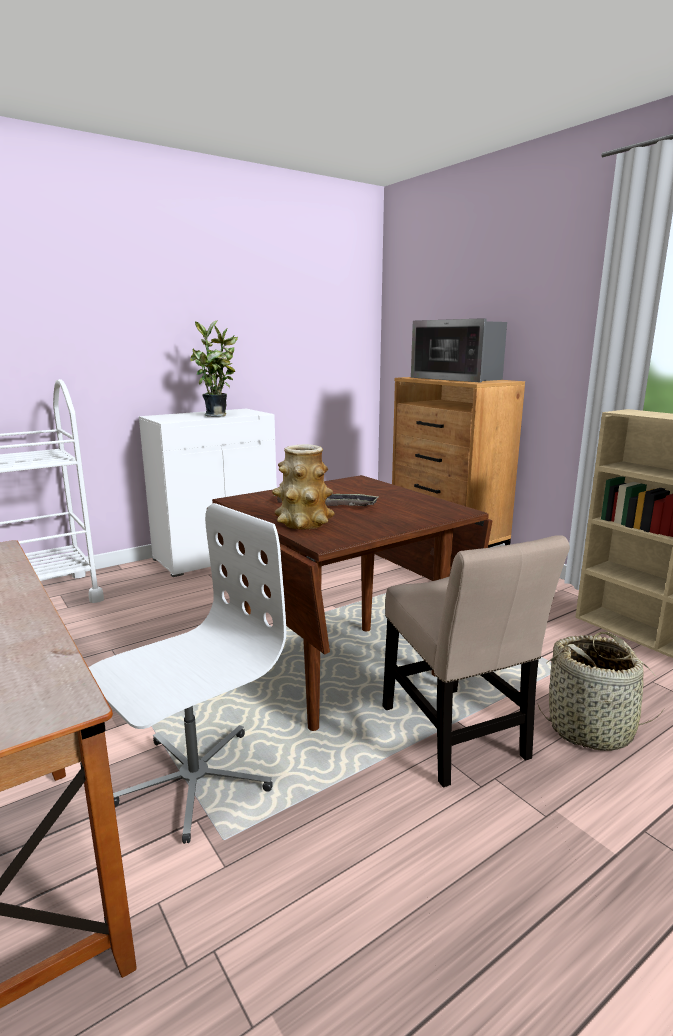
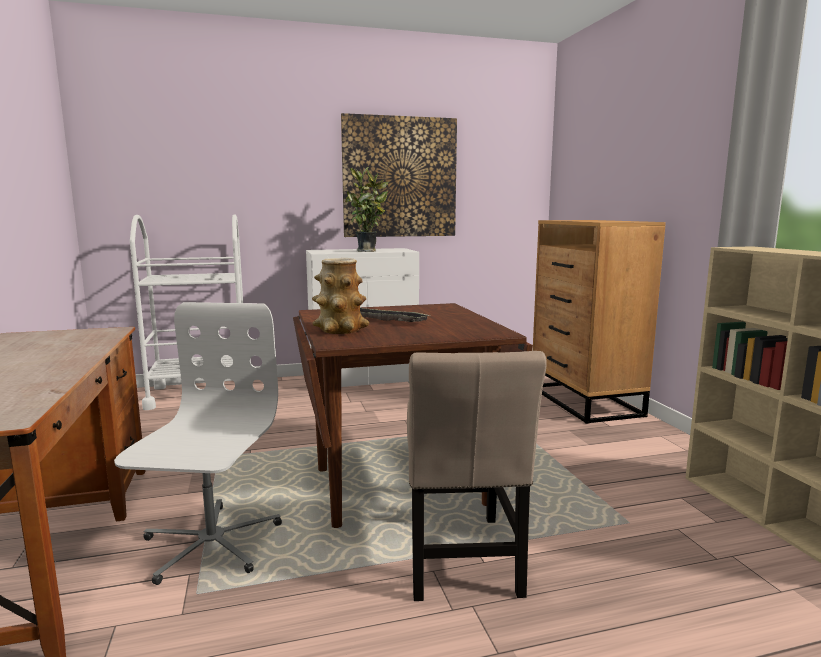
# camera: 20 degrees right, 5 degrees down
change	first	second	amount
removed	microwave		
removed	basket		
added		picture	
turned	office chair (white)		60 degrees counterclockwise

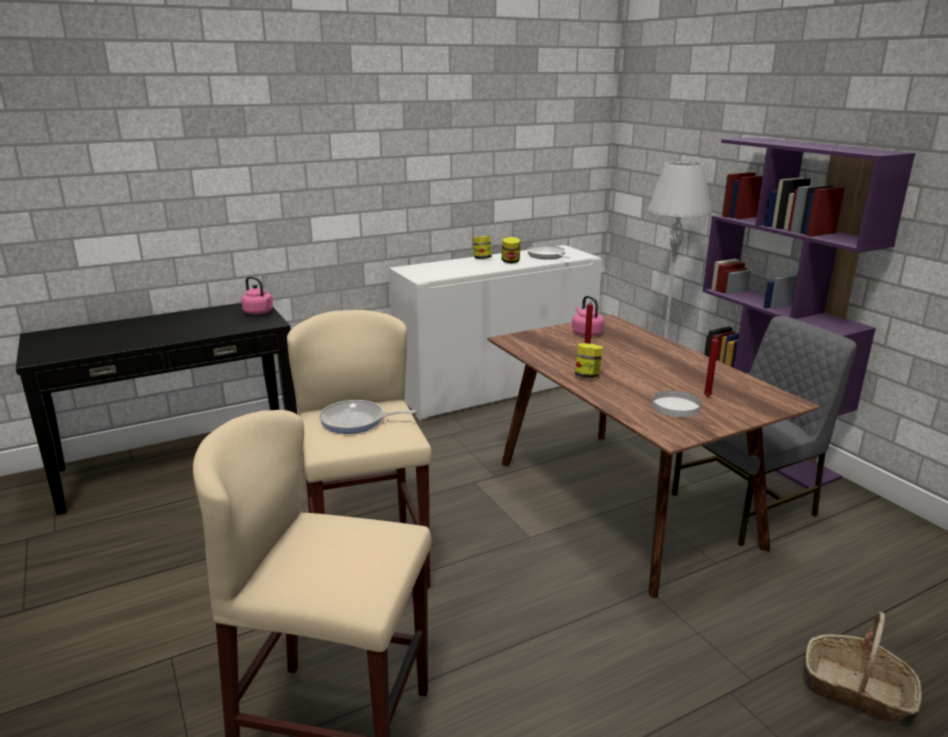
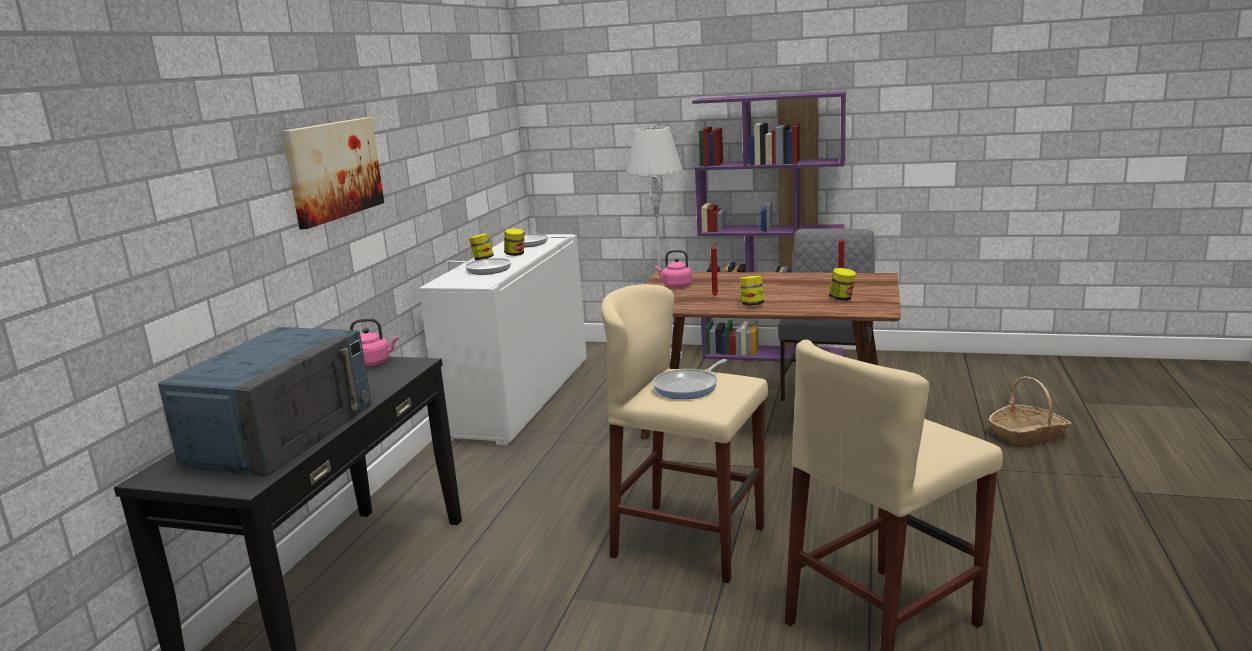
# camera: 45 degrees left, 5 degrees down
change	first	second	amount
added		microwave (blue)	
added		picture	
added		frying pan (1st from left)	
replaced	plate (white)	jar (4th from left)	

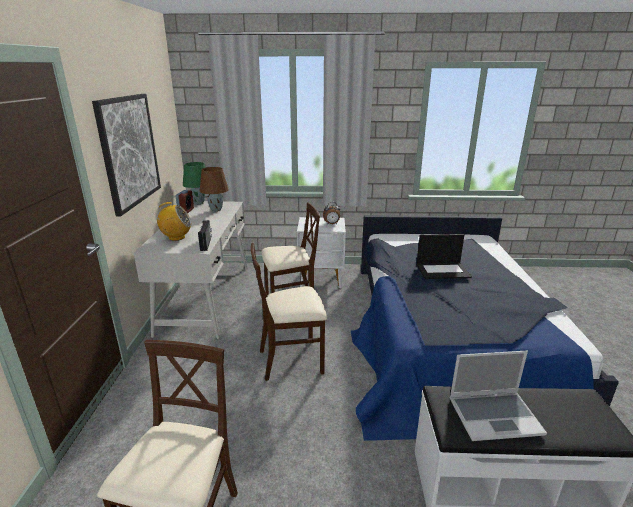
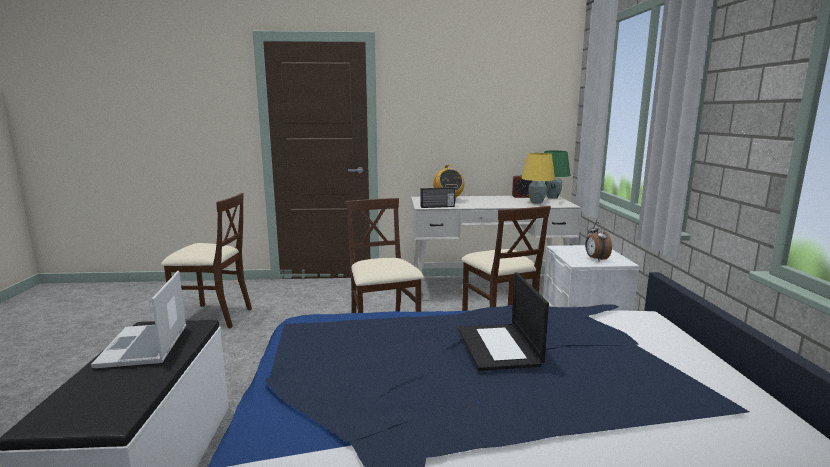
# camera: 85 degrees right, 10 degrees down
change	first	second	amount
removed	picture		
recoloured	table lamp (brown)	table lamp (yellow)	

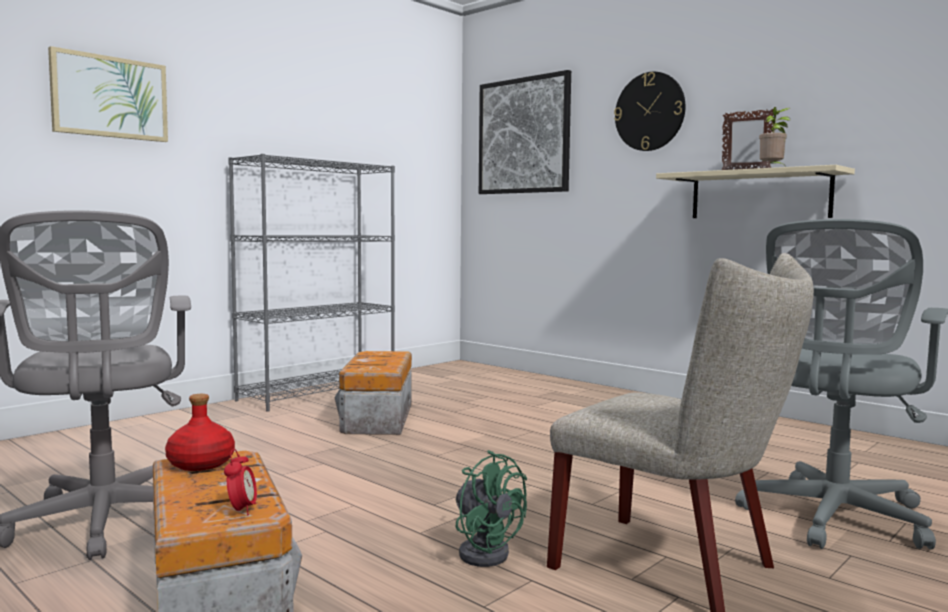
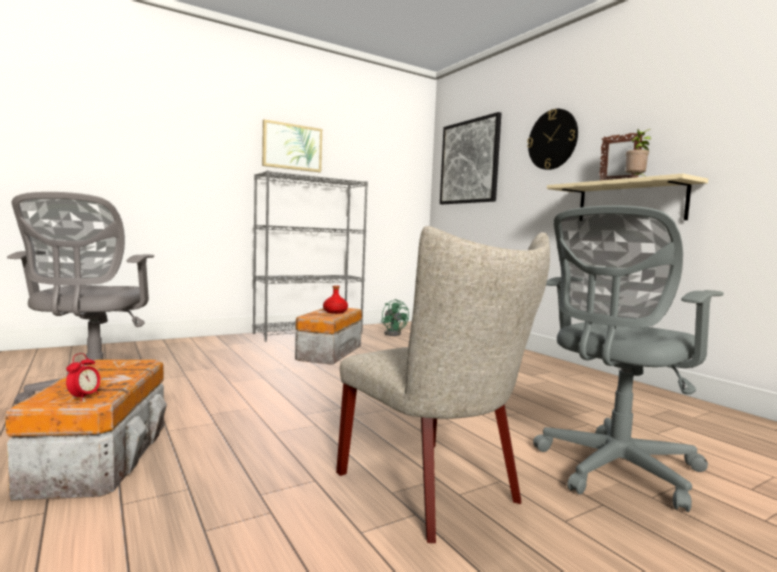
# camera: 15 degrees right, 0 degrees up
change	first	second	amount
moved	picture (1st from left)		
moved	bottle (red)		
moved	fan (green)		

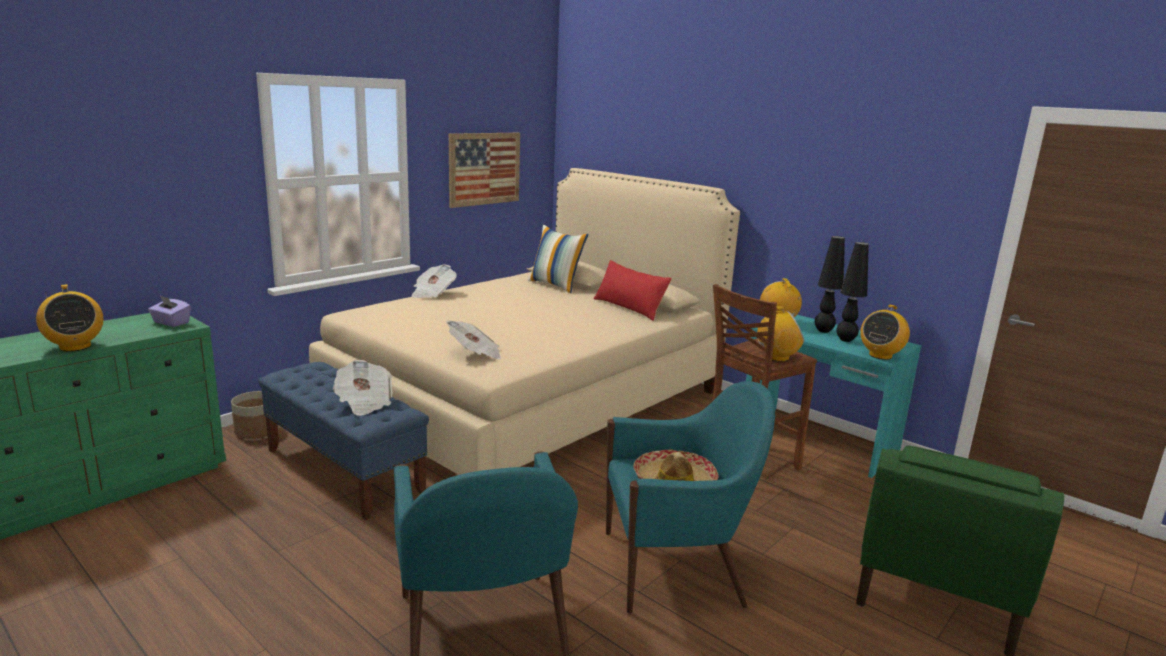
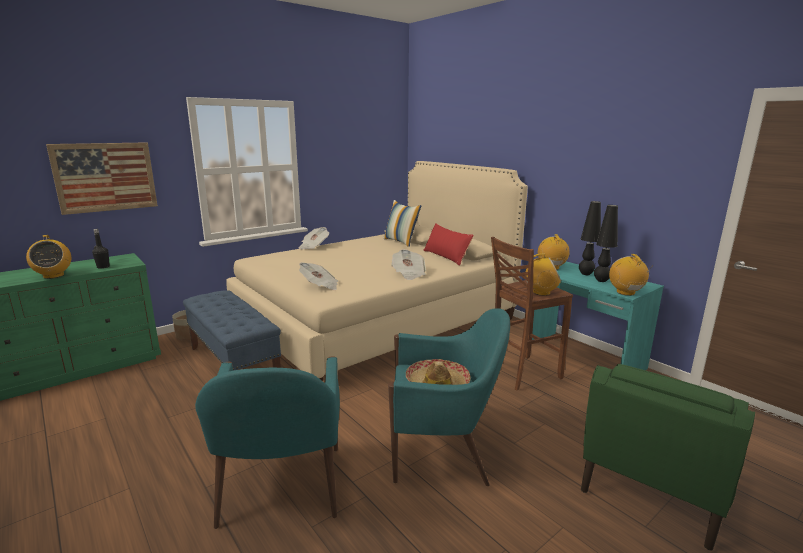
# camera: 10 degrees right, 0 degrees up
change	first	second	amount
removed	tissue box (purple)		
added		bottle (black)	
moved	newspaper (1st from left in the first image)	newspaper (3rd from left)	
moved	picture		
turned	radio (4th from left)		120 degrees clockwise

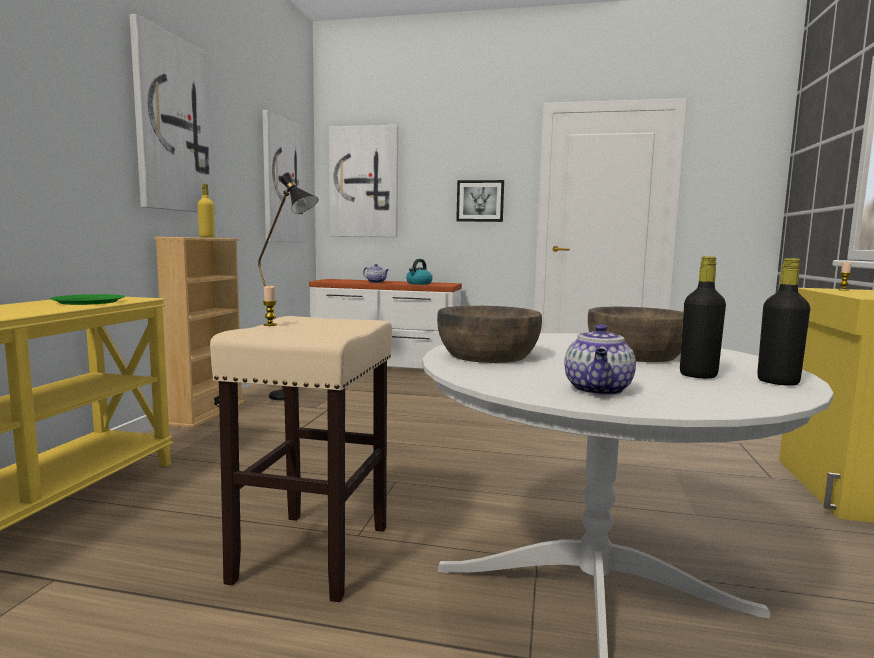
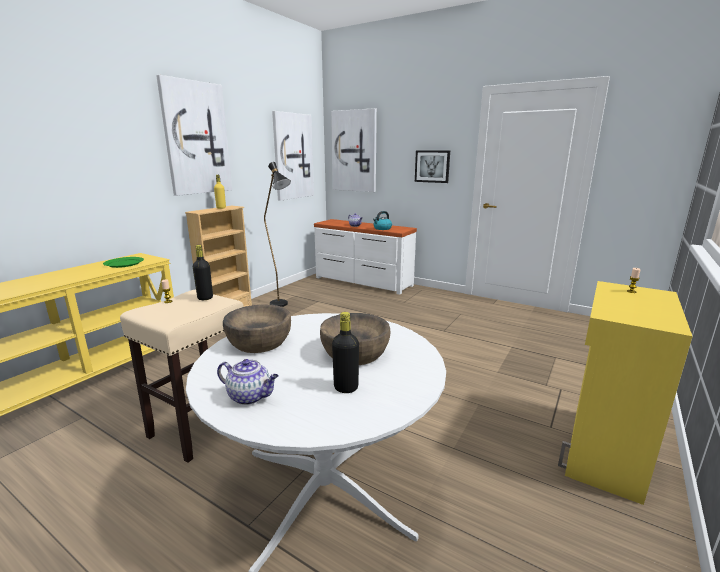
# camera: 20 degrees right, 10 degrees up
change	first	second	amount
moved	bottle (black) (2nd from left in the first image)	bottle (black) (1st from left)	
turned	teapot (2nd from left in the first image)	teapot (1st from left)	105 degrees counterclockwise

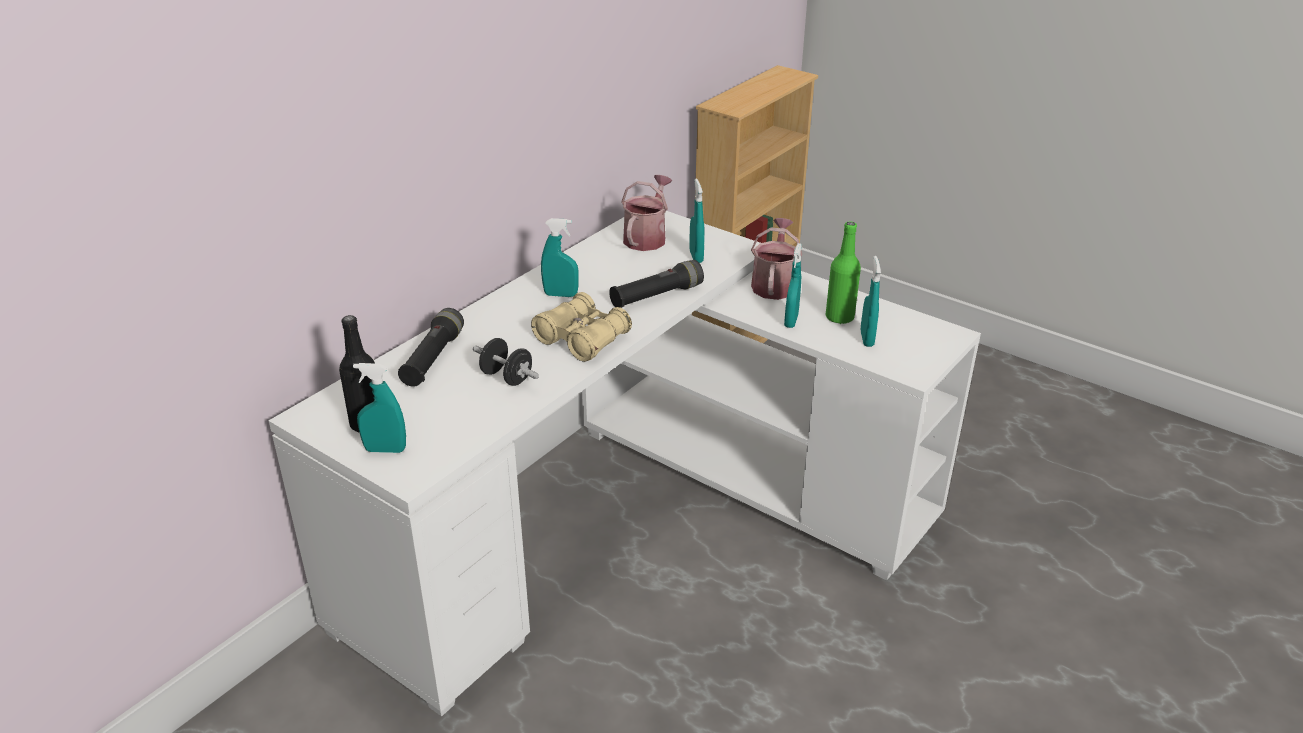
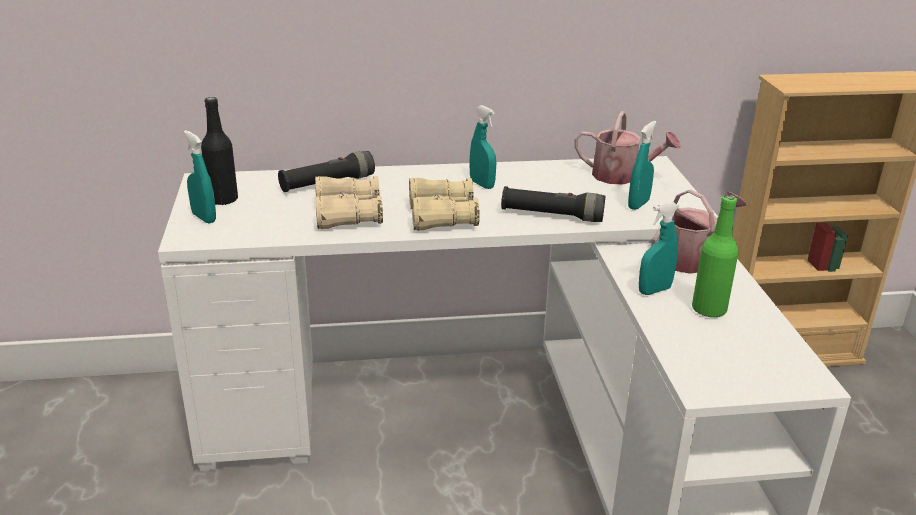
# camera: 45 degrees right, 5 degrees down
change	first	second	amount
removed	spray bottle (turquoise) (5th from left)		
replaced	dumbbell (black)	binoculars (beige) (1st from left)	
turned	watering can (1st from left)		45 degrees clockwise

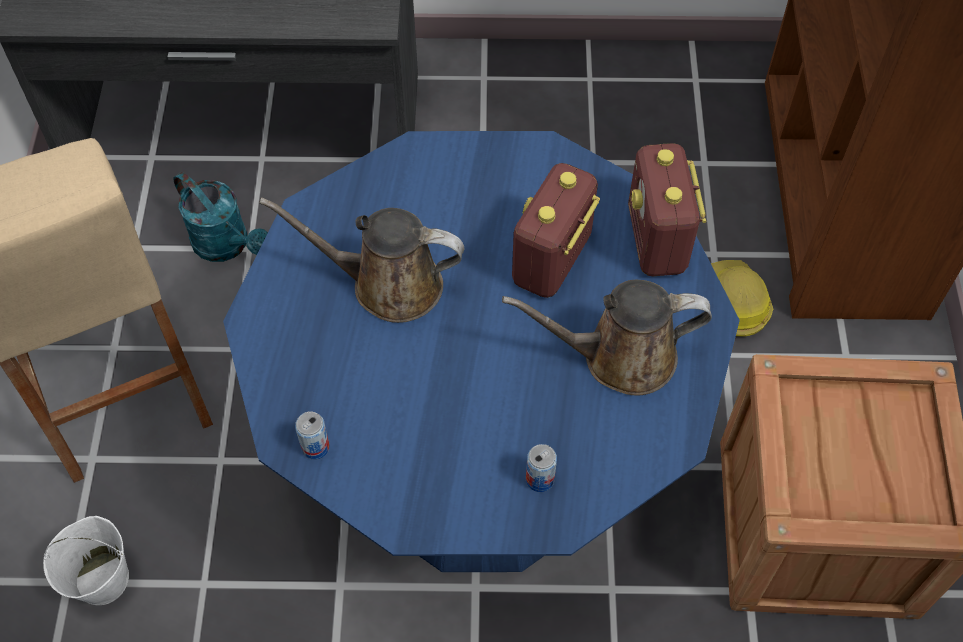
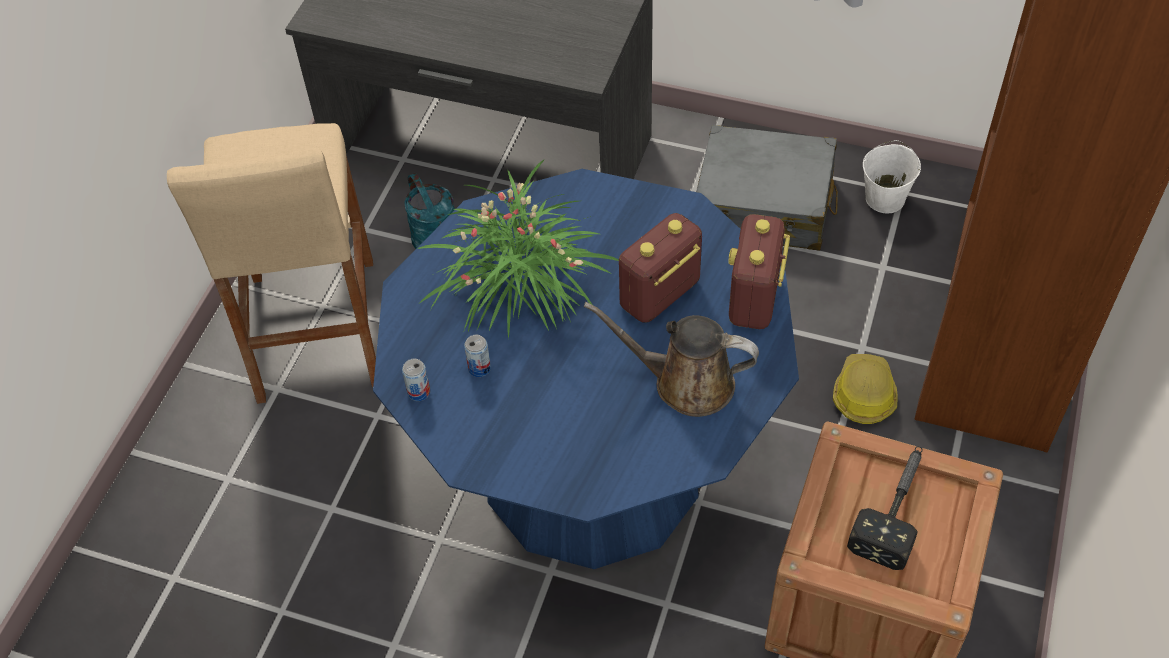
# camera: 20 degrees right, 5 degrees down
change	first	second	amount
added		suitcase (grey)	
added		hammer	
moved	bucket (white)		
moved	can (2nd from left)		
replaced	watering can (brown) (1st from left)	potted plant	

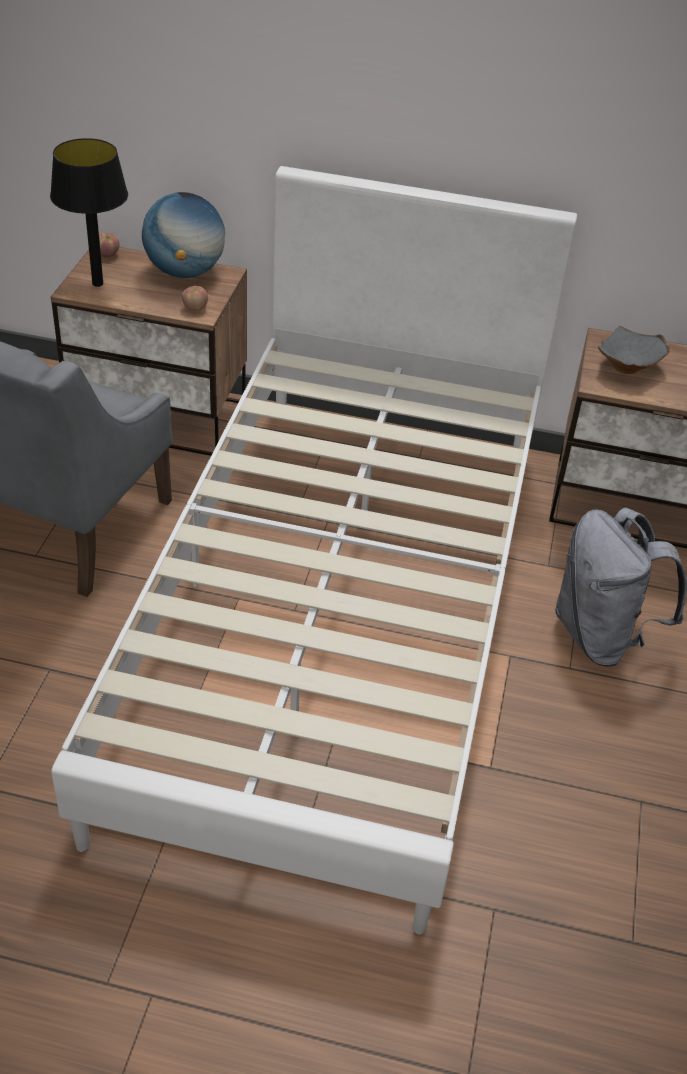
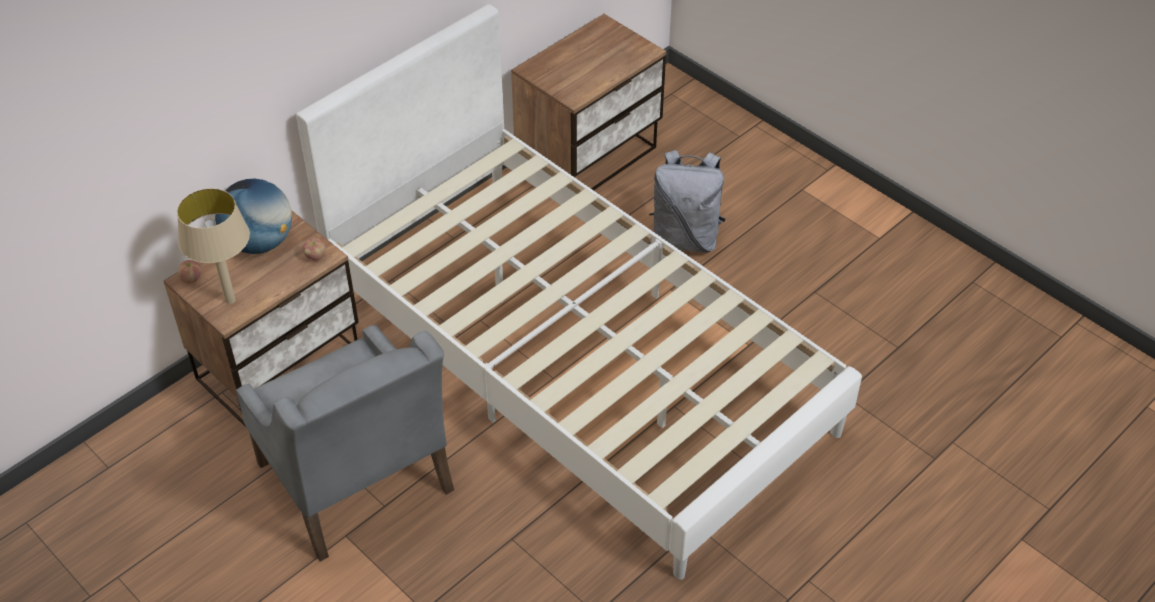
# camera: 55 degrees left, 5 degrees up
change	first	second	amount
removed	bowl (grey)		
recoloured	table lamp (black)	table lamp (beige)	

